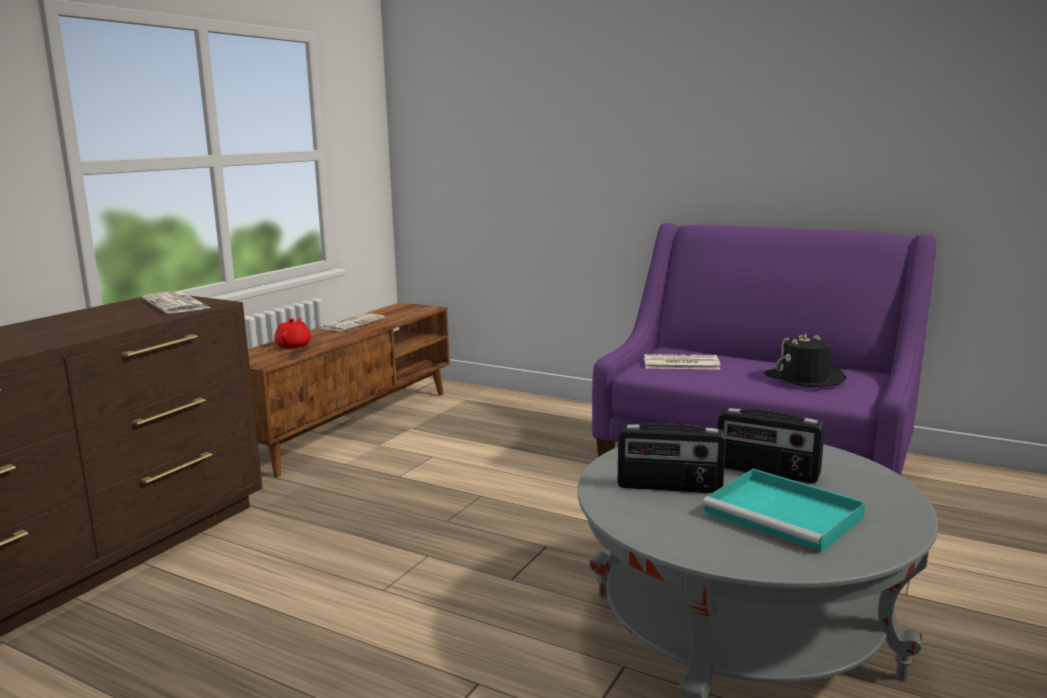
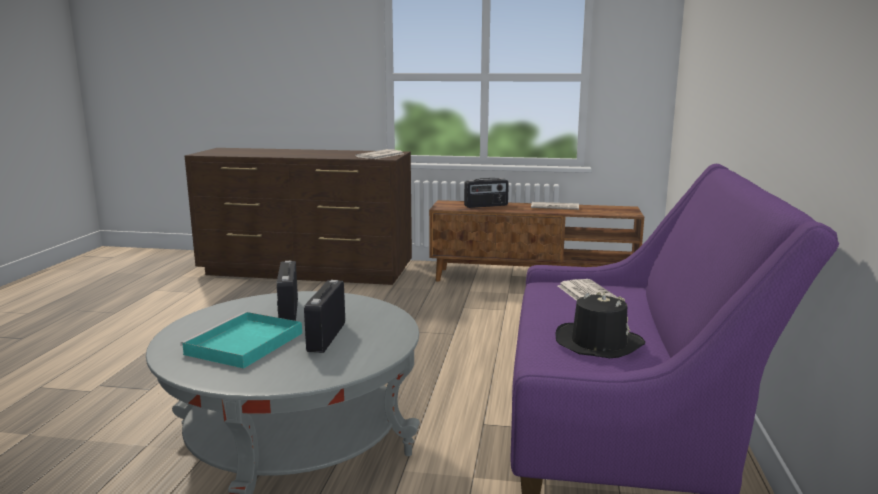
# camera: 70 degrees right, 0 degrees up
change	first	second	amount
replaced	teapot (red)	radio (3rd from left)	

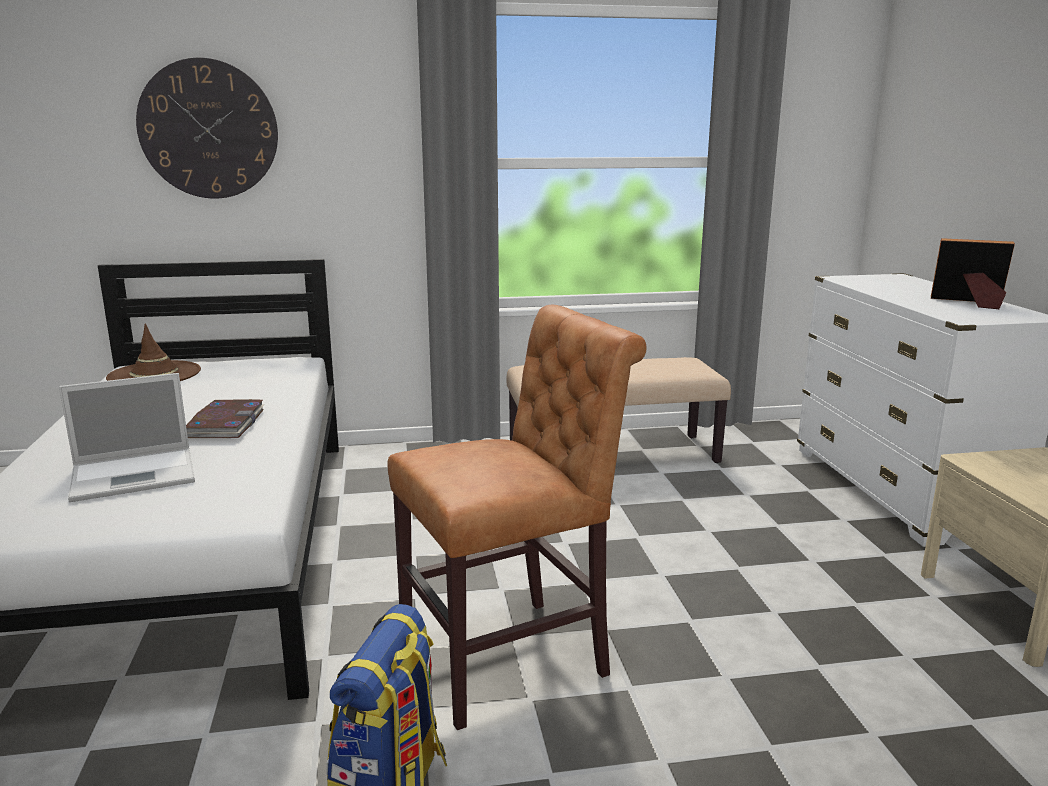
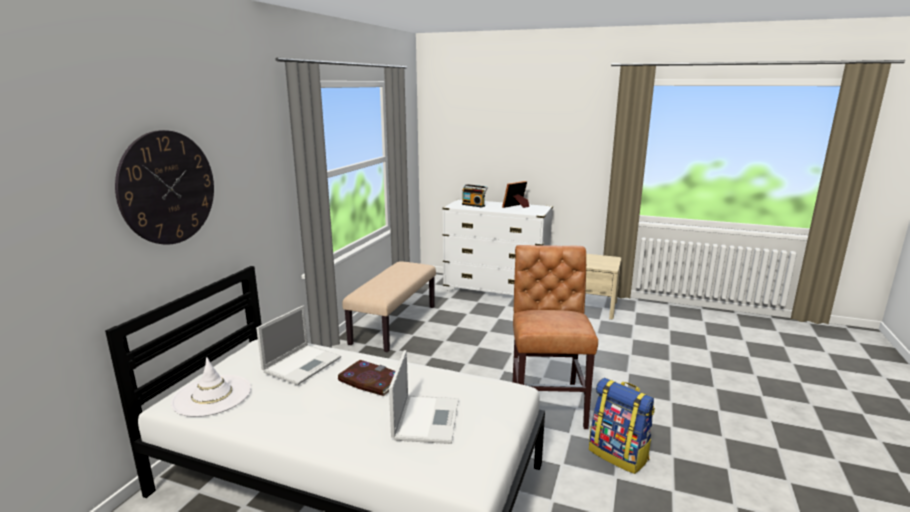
# camera: 60 degrees left, 0 degrees up
change	first	second	amount
added		laptop (1st from left)	
added		radio	
recoloured	hat (brown)	hat (white)	

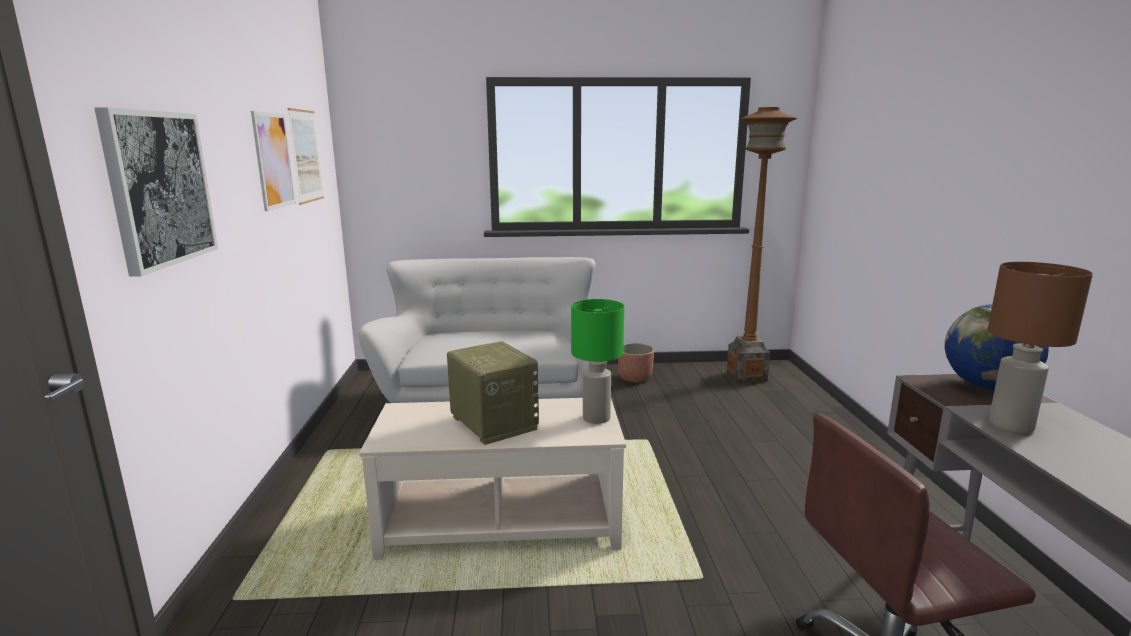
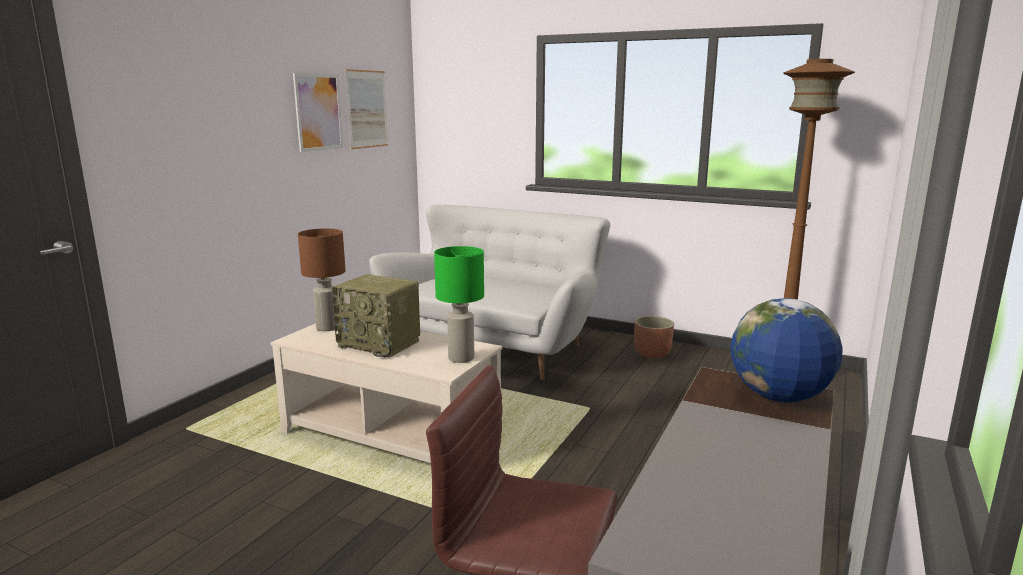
# camera: 30 degrees right, 0 degrees up
change	first	second	amount
removed	picture (1st from left)		
moved	table lamp (brown)		
turned	radio		120 degrees clockwise

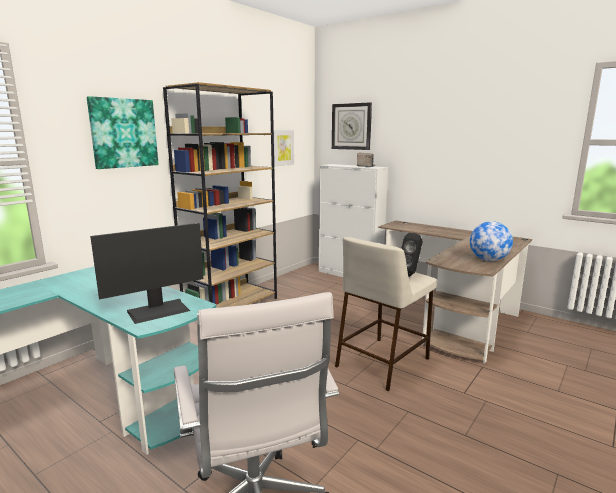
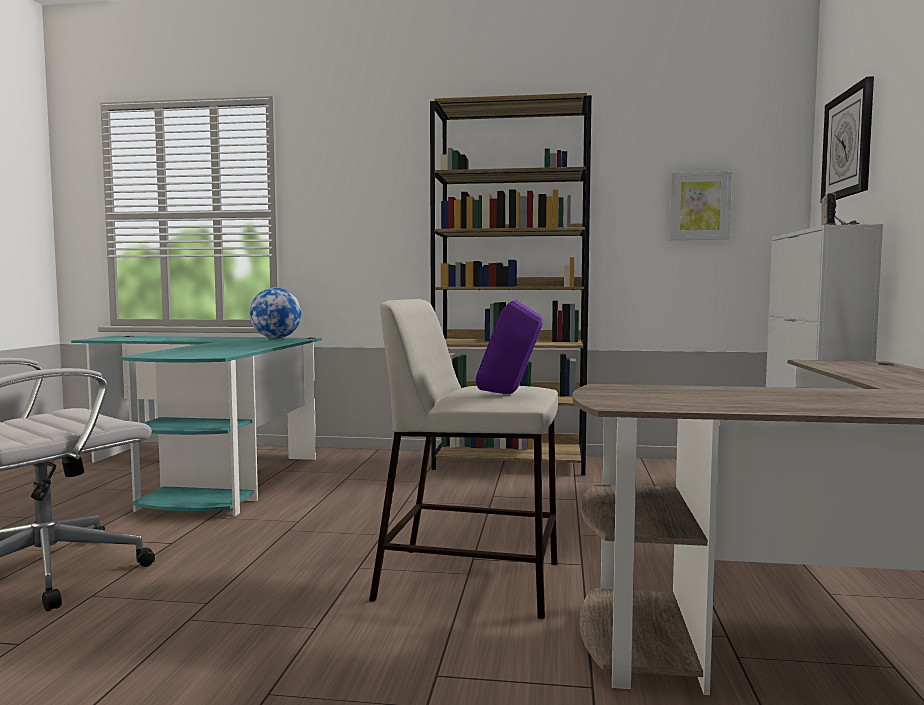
# camera: 60 degrees right, 10 degrees down
change	first	second	amount
removed	picture (1st from left)		
removed	monitor		
moved	globe		
recoloured	speaker (black)	speaker (purple)	

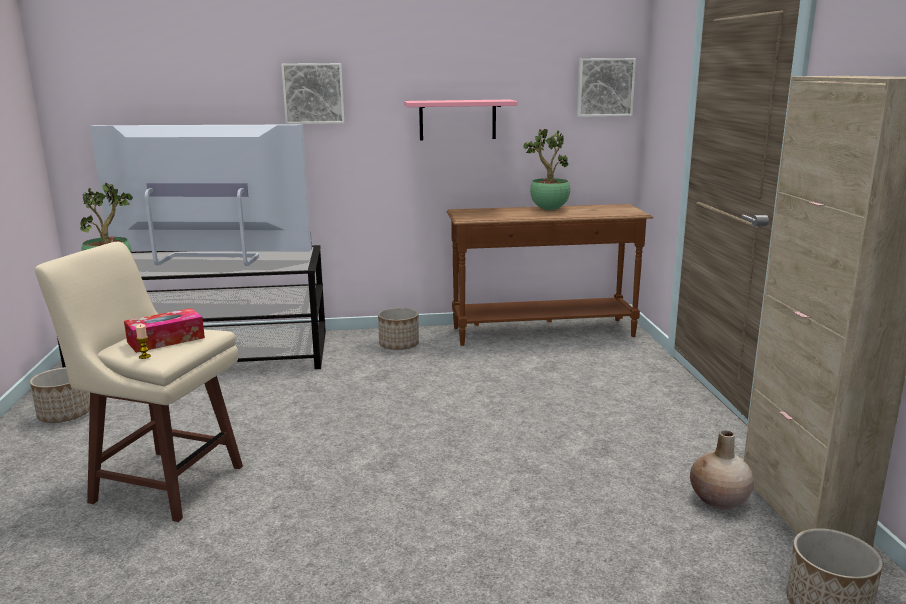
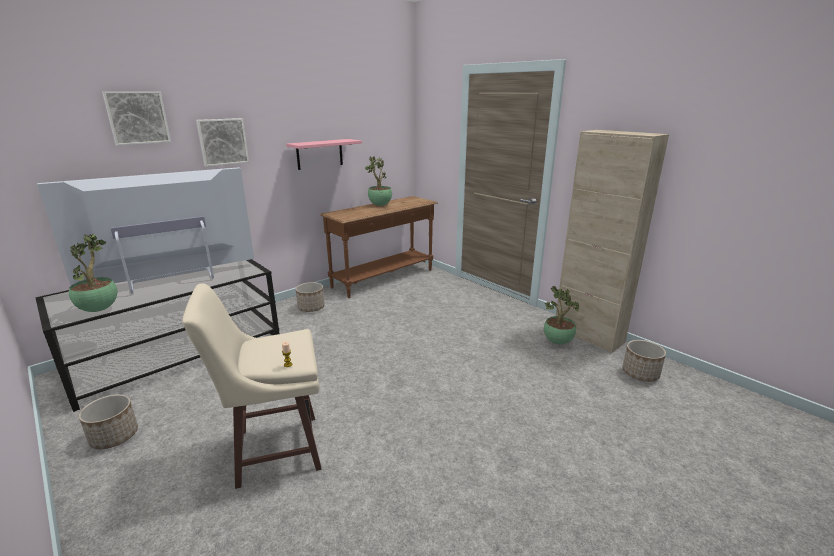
# camera: 35 degrees left, 5 degrees up
change	first	second	amount
removed	tissue box		
moved	picture (2nd from left in the first image)	picture (1st from left)	
replaced	vase (beige)	potted plant (3rd from left)	

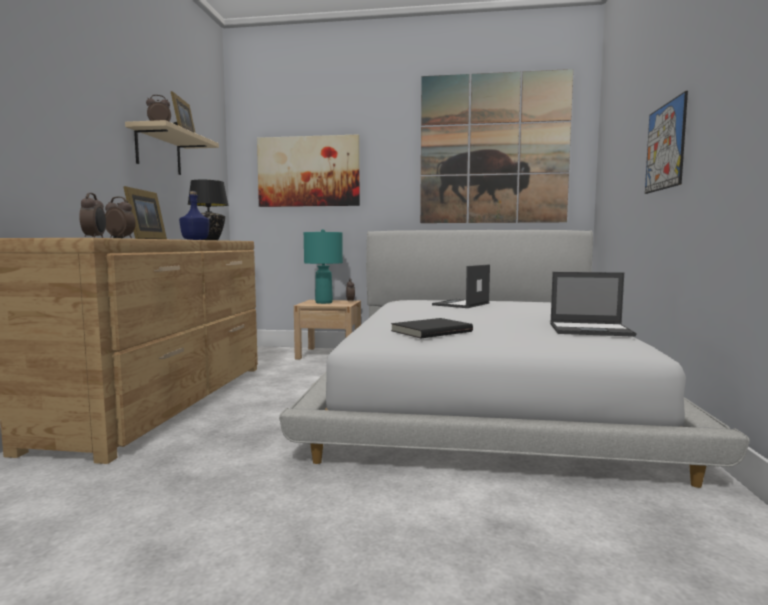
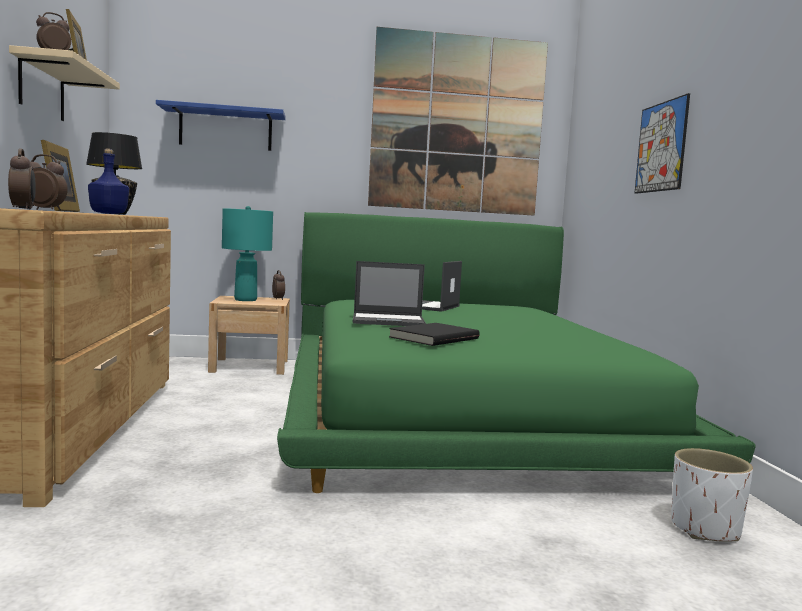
# camera: 15 degrees left, 0 degrees up
change	first	second	amount
added		planter (white)	
moved	laptop (2nd from left in the first image)	laptop (1st from left)	
replaced	picture (1st from left)	shelf (blue)	
recoloured	bed (white)	bed (green)	

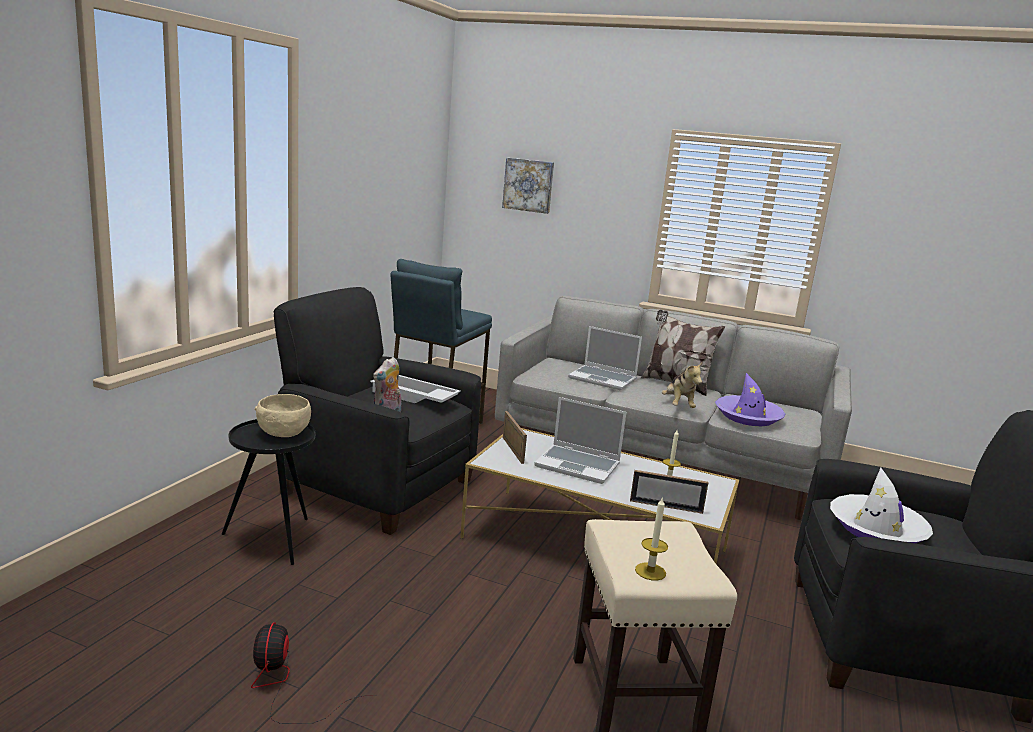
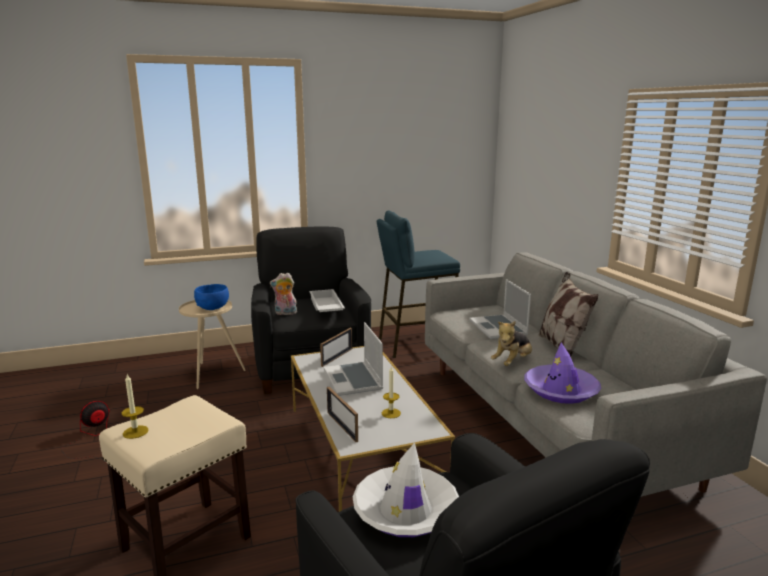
# camera: 50 degrees right, 0 degrees up
change	first	second	amount
removed	picture		
recoloured	side table (black)	side table (beige)	
recoloured	bowl (beige)	bowl (blue)	

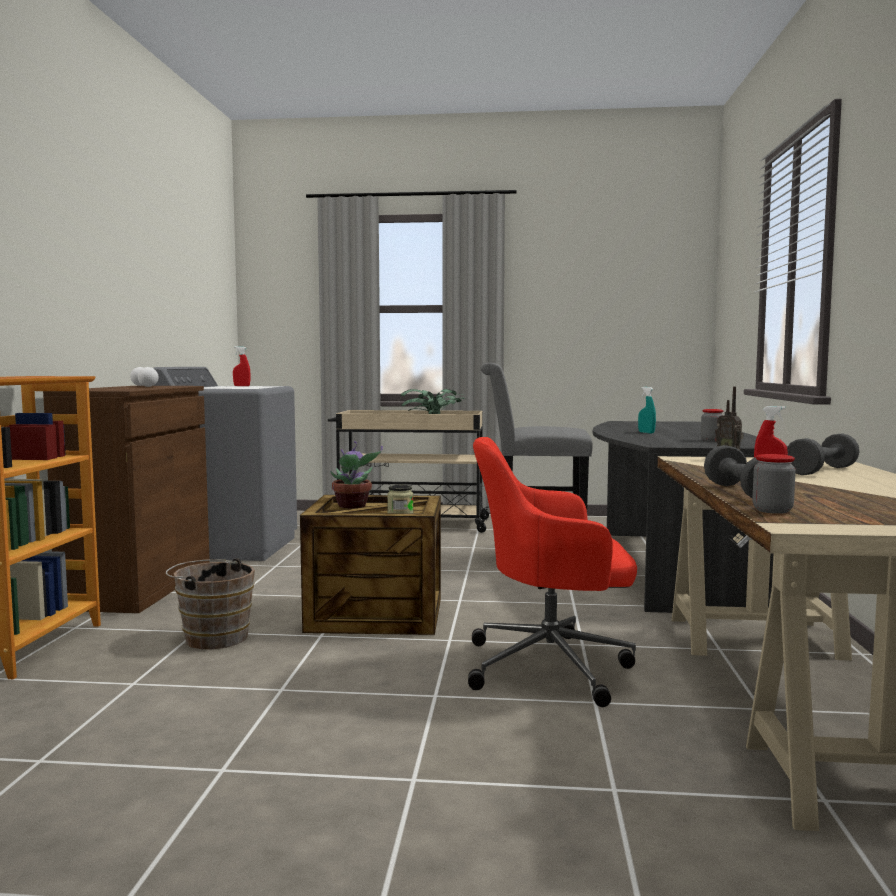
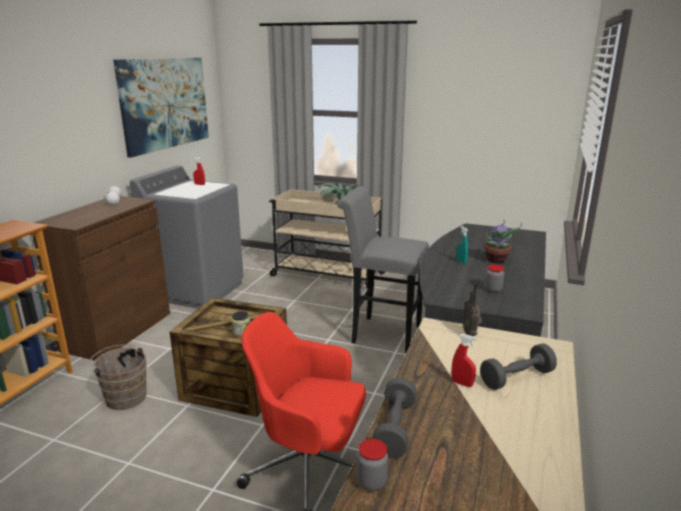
# camera: 15 degrees right, 15 degrees up
change	first	second	amount
added		picture	
moved	potted plant (1st from left in the first image)	potted plant (2nd from left)	

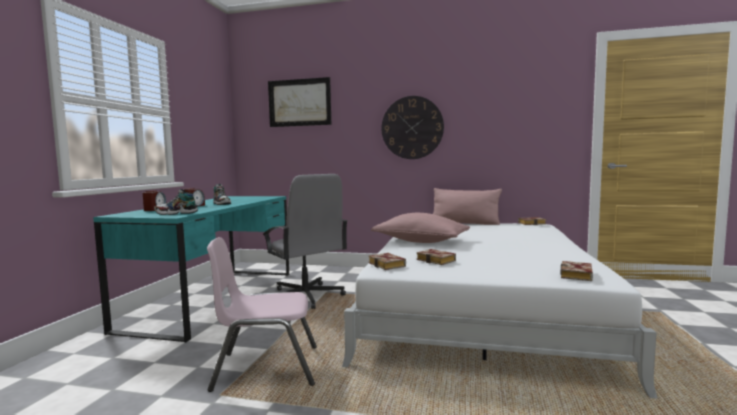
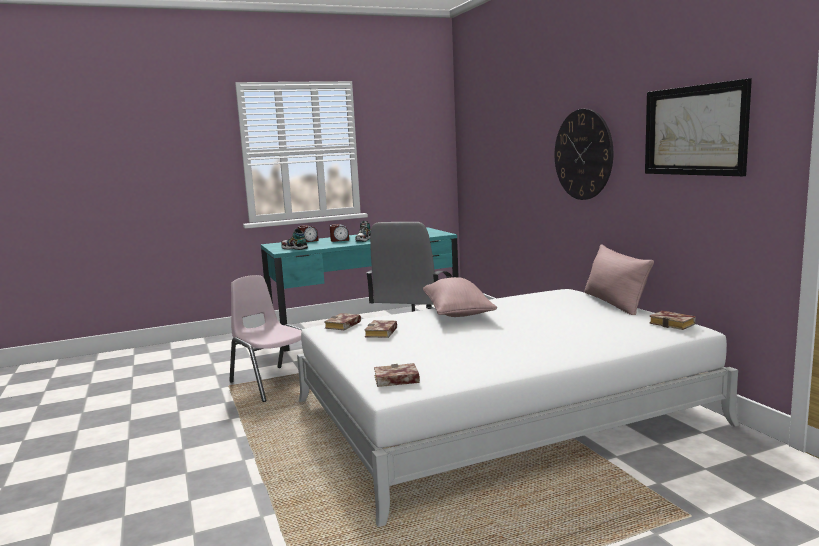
# camera: 55 degrees right, 5 degrees up
change	first	second	amount
moved	picture		

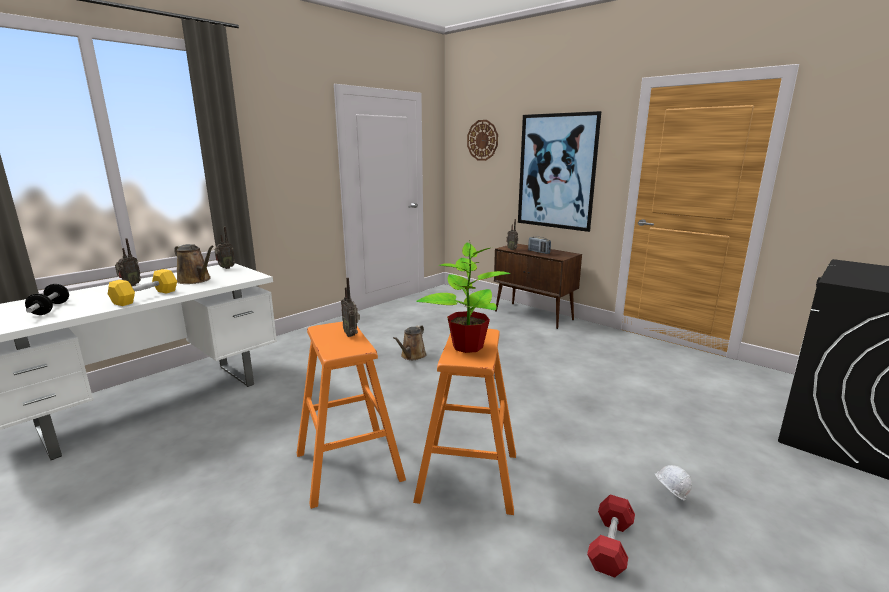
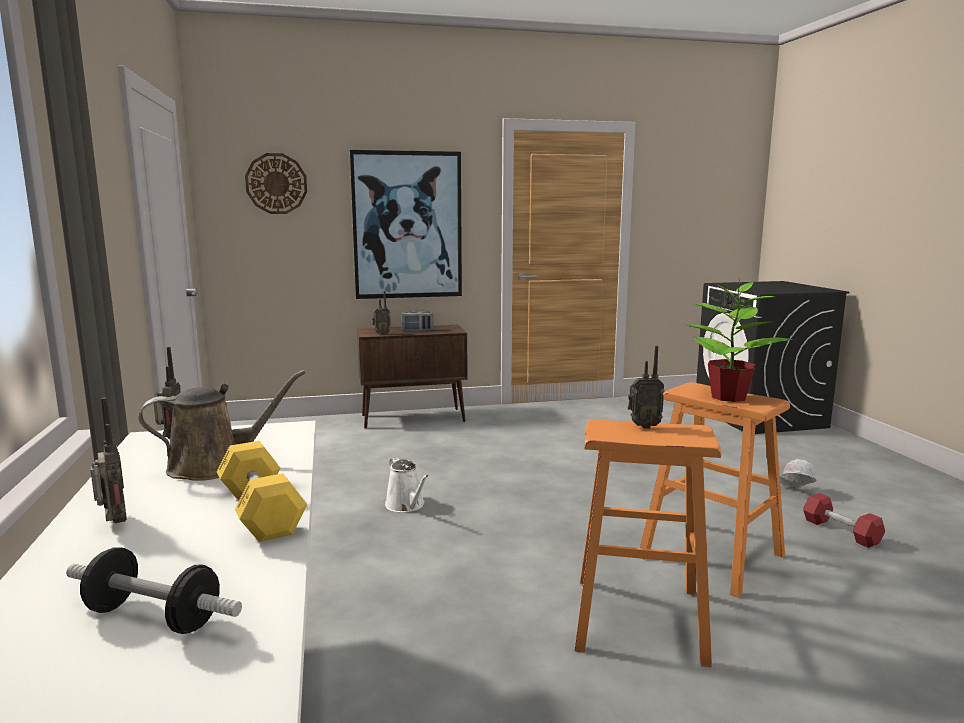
# camera: 55 degrees left, 5 degrees down
change	first	second	amount
recoloured	watering can (brown) (2nd from left)	watering can (white)	

